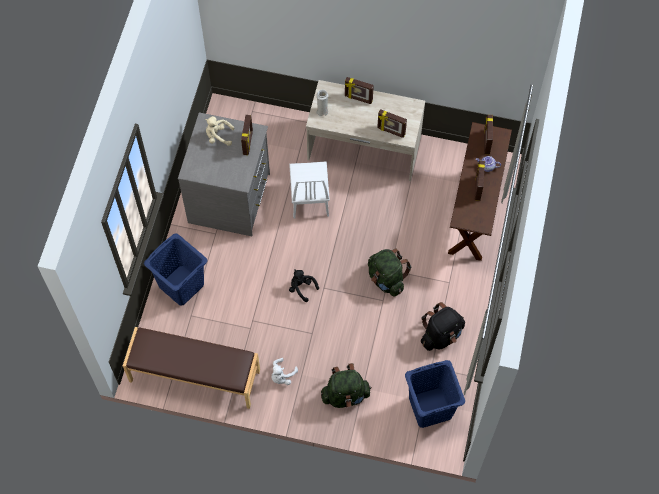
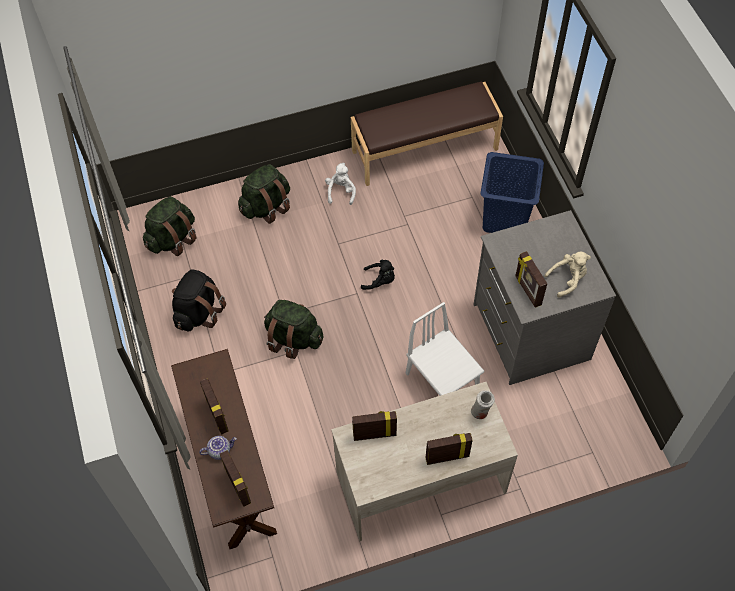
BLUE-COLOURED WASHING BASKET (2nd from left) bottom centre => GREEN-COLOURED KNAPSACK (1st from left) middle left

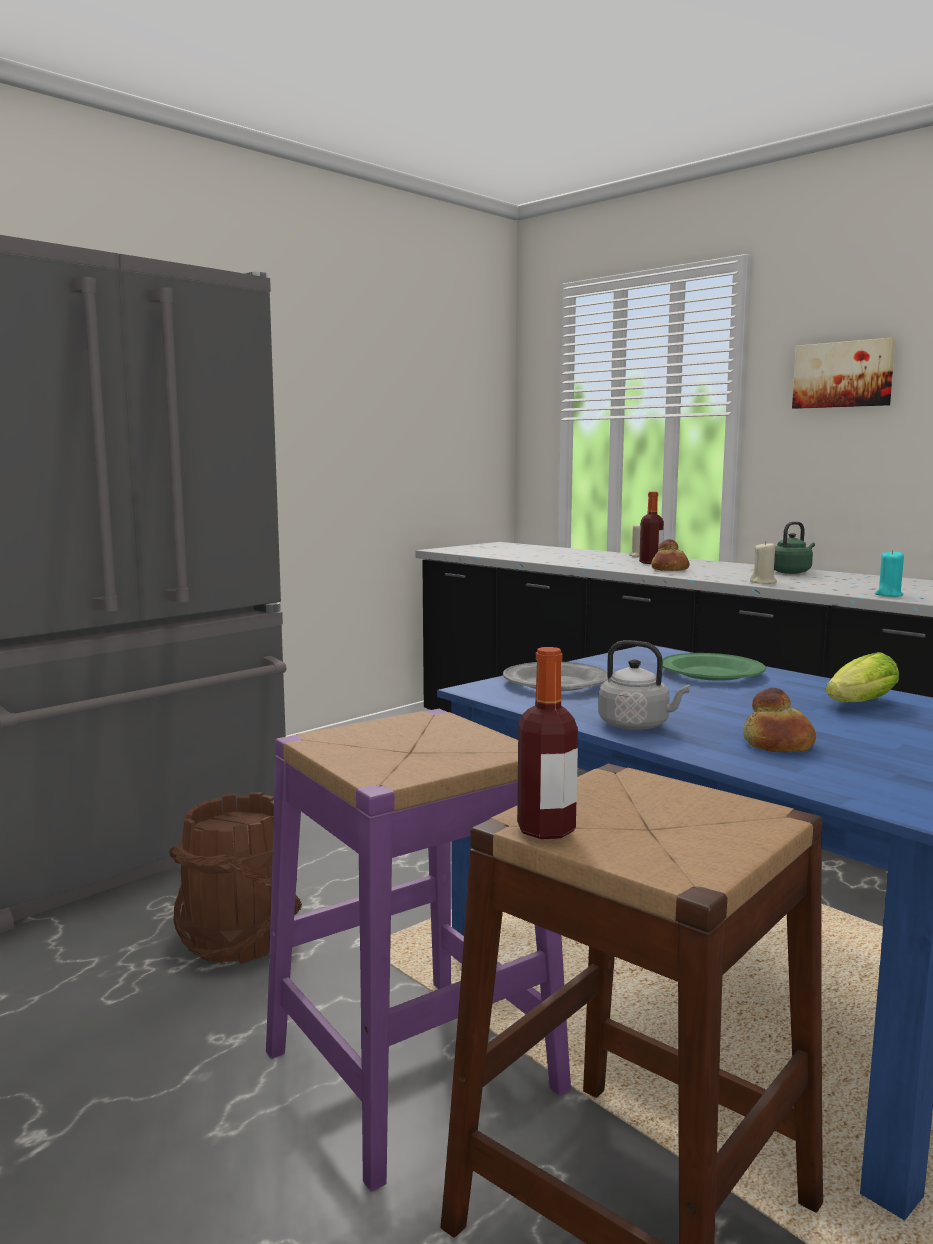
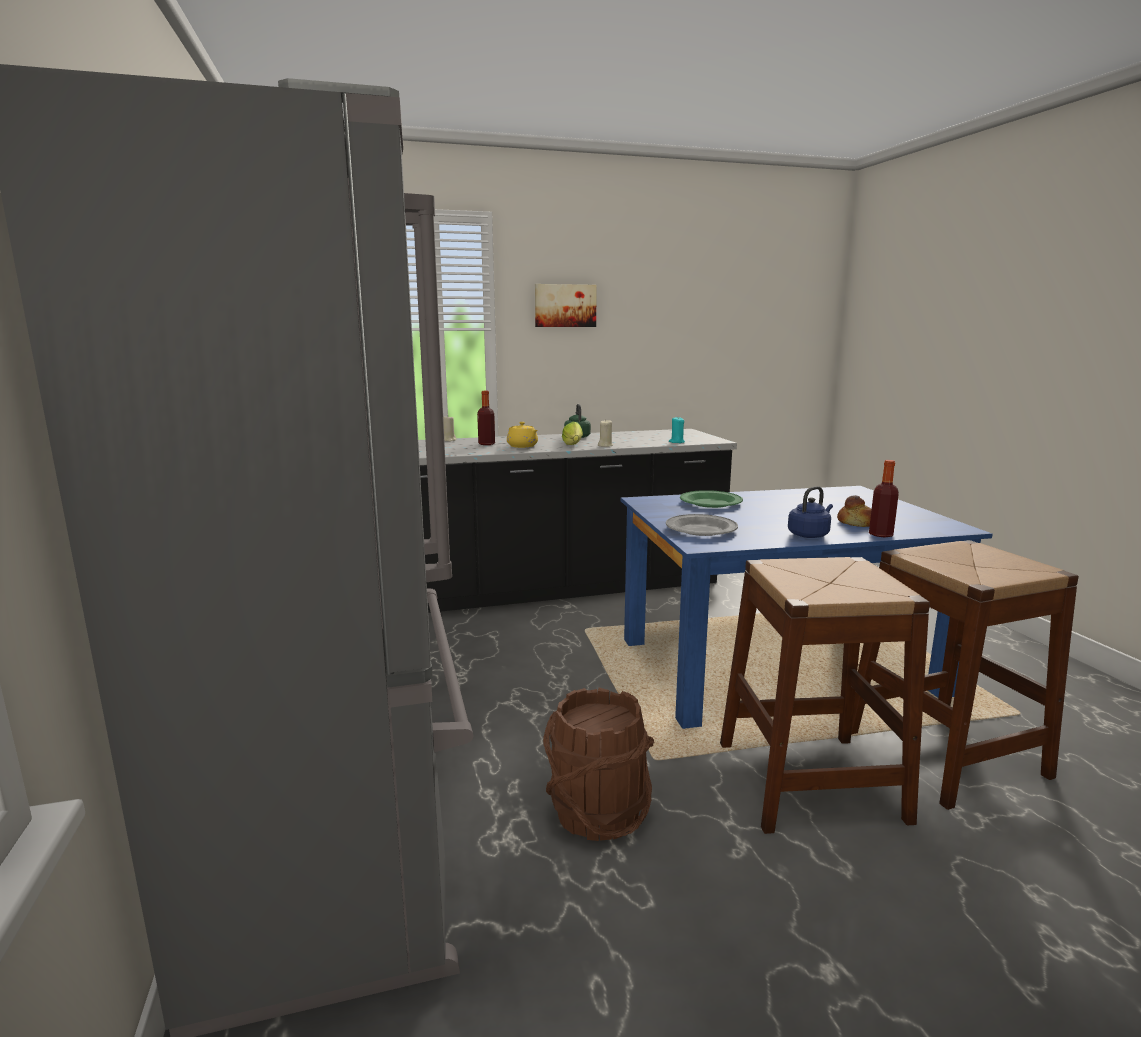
BREAD (1st from left) middle right => YELLOWISH POT FOR TEA centre
LETTUCE HEAD middle right => LETTUCE HEAD centre, moved
PURPLE STOOL bottom centre => BROWN STOOL (1st from left) bottom right
GREY WATER KETTLE middle right => BLUE-COLOURED WATER KETTLE middle right
BOTTLE (1st from left in the first image) centre => BOTTLE (2nd from left) middle right, moved

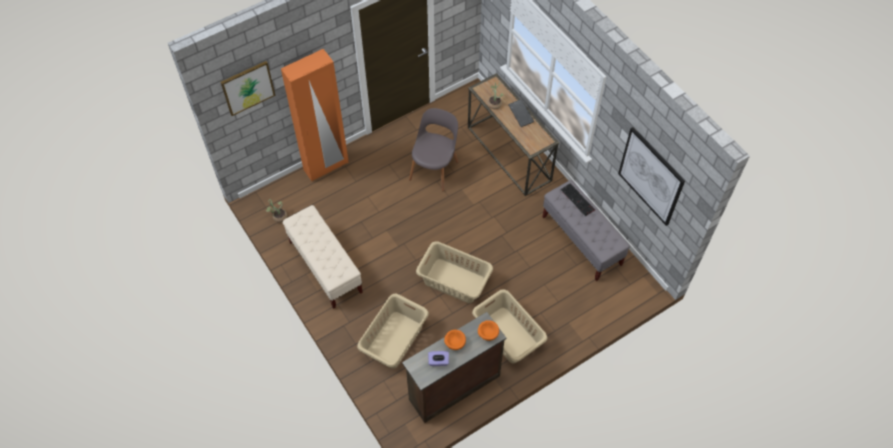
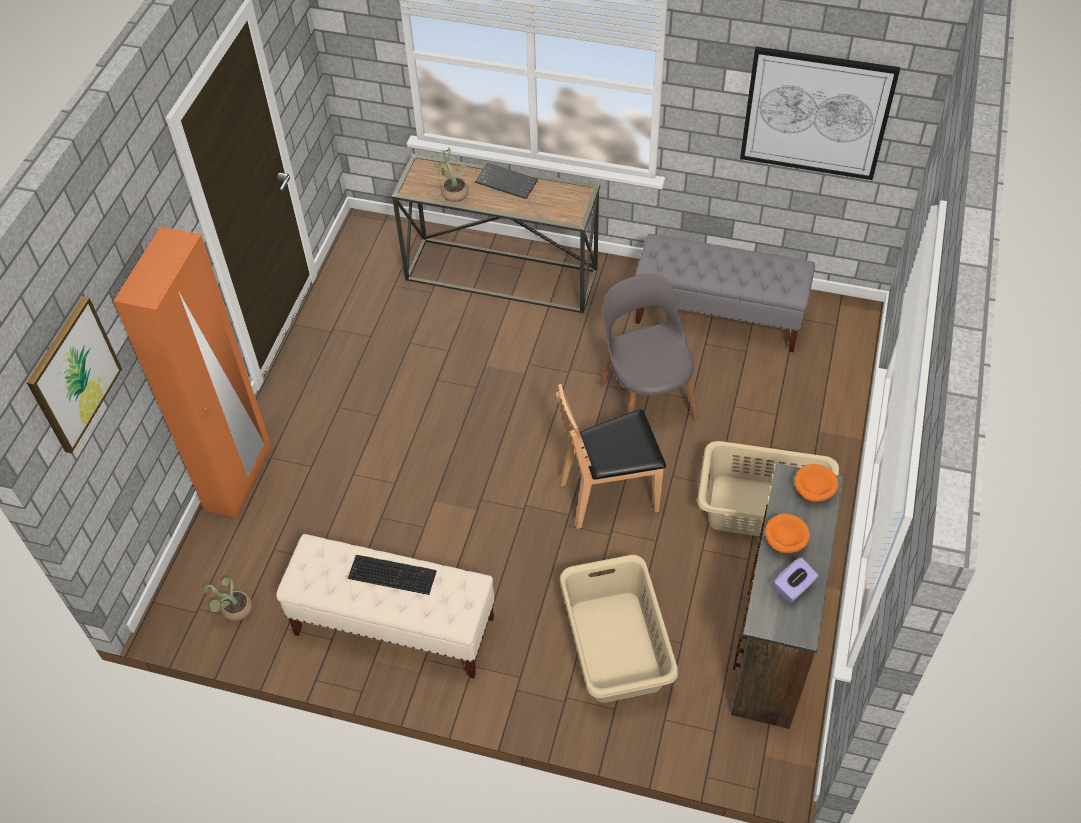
COMPUTER KEYBOARD (2nd from left in the first image) centre => COMPUTER KEYBOARD (1st from left) bottom centre, moved
SAND-COLOURED WASHING BASKET (2nd from left) centre => BROWN CHAIR centre
GREY CHAIR top centre => GREY CHAIR centre, moved

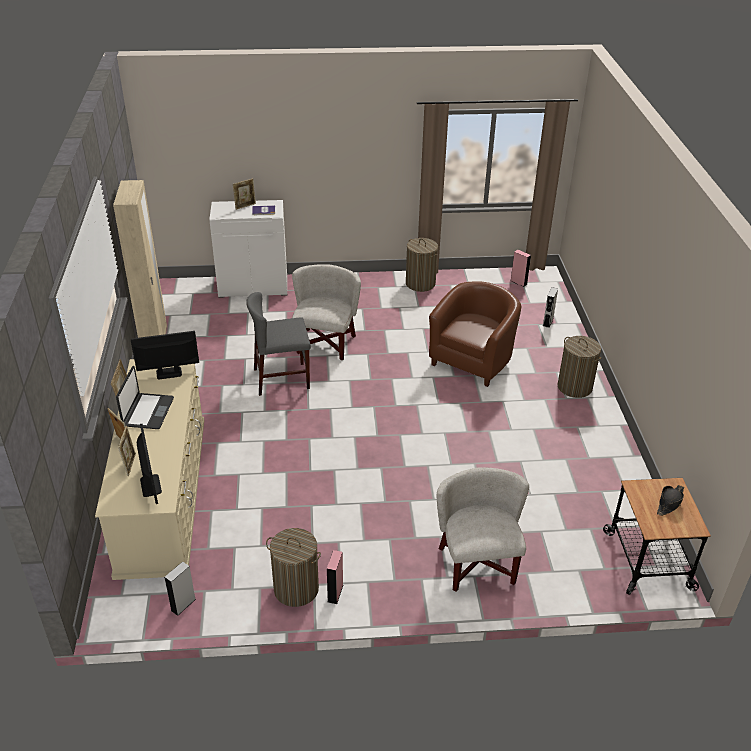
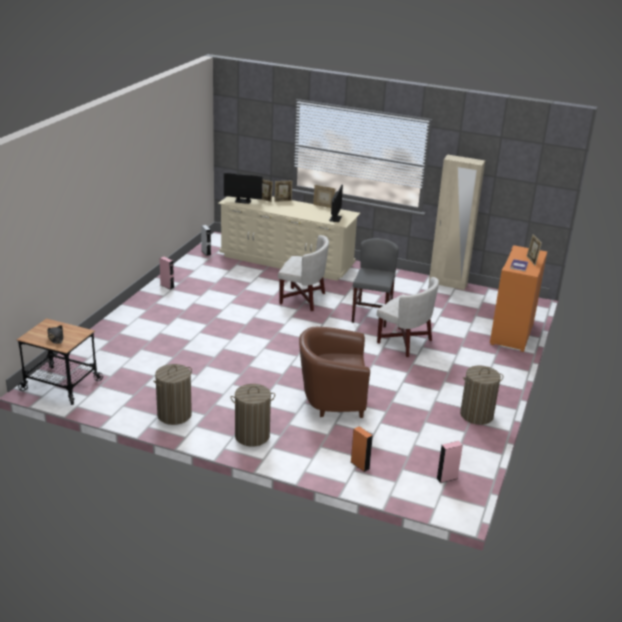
WASHING BASKET (1st from left) bottom centre => WASHING BASKET (1st from left) middle left, moved
WHITE ARMCHAIR (2nd from left in the first image) bottom centre => WHITE ARMCHAIR (1st from left) centre, moved
BROWN ARMCHAIR centre, 120 degrees clockwise
GREY SPEAKER (2nd from left) middle right => ORANGE SPEAKER bottom centre
WHITE CABINET top left => ORANGE CABINET middle right
PORTABLE COMPUTER middle left => nothing

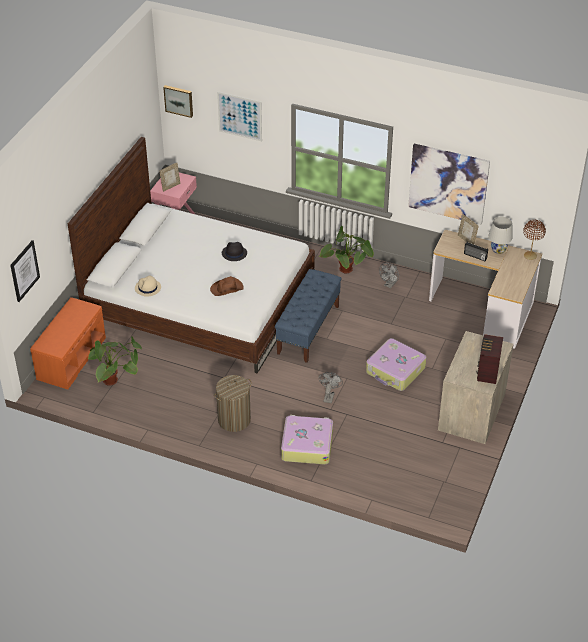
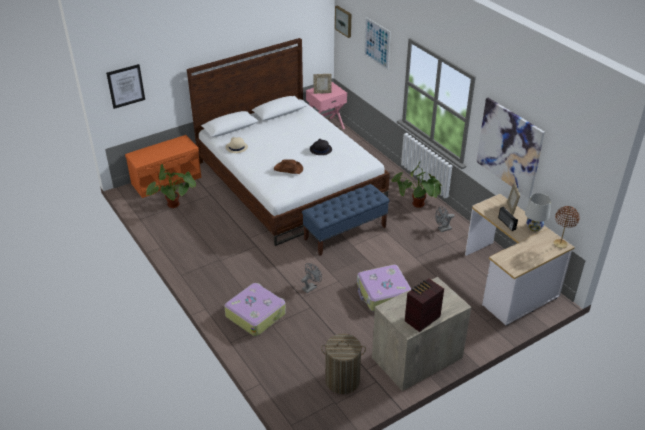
WASHING BASKET centre => WASHING BASKET bottom centre, moved

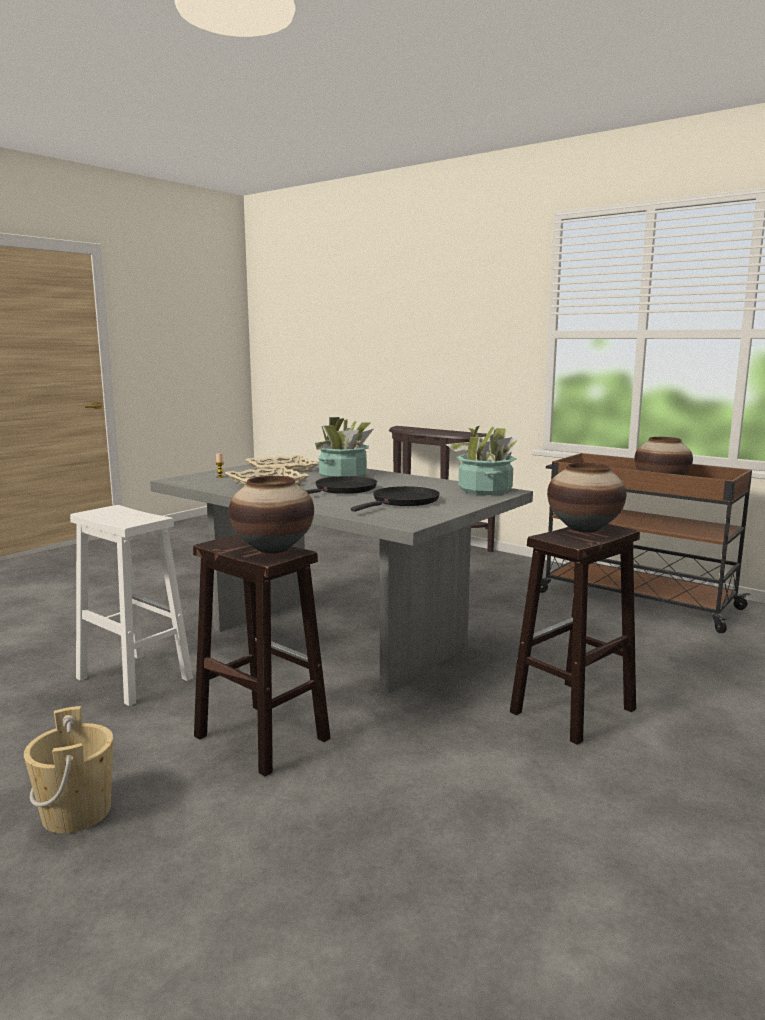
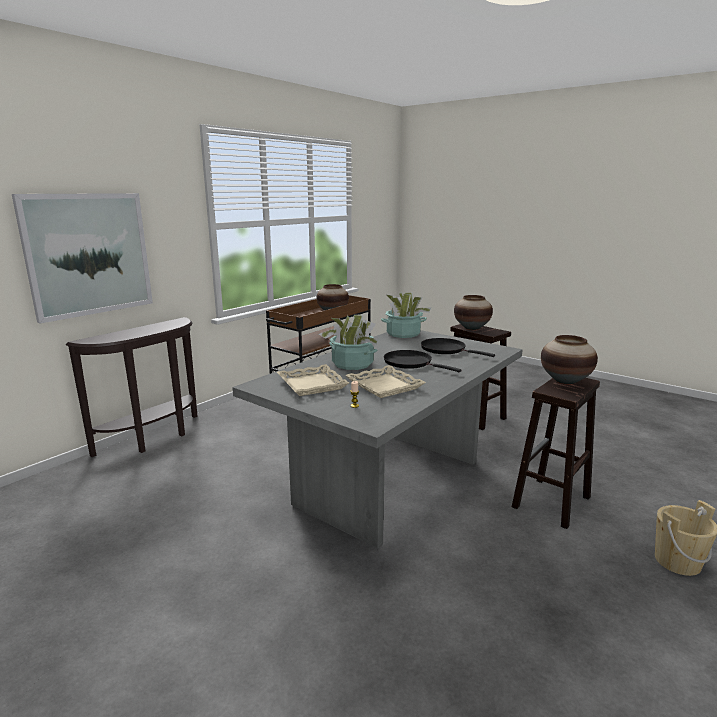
nothing => PICTURE middle left
WHITE STOOL middle left => nothing

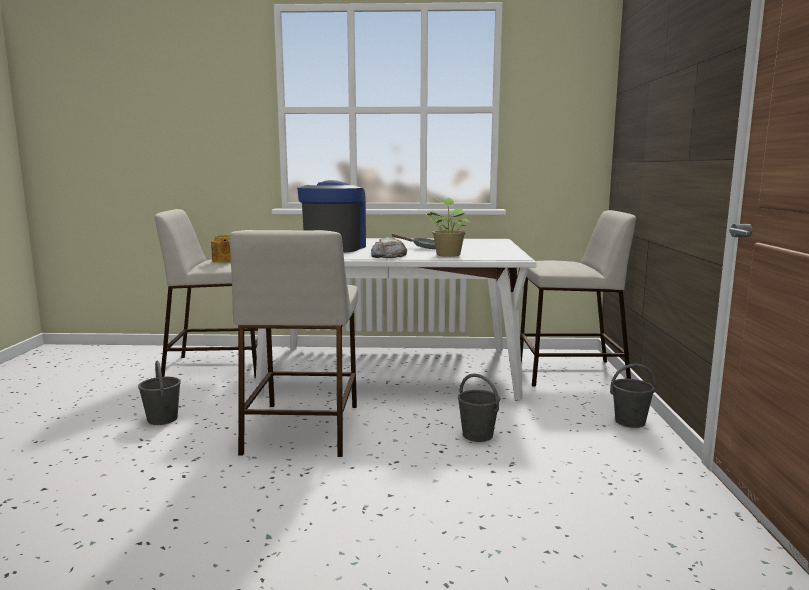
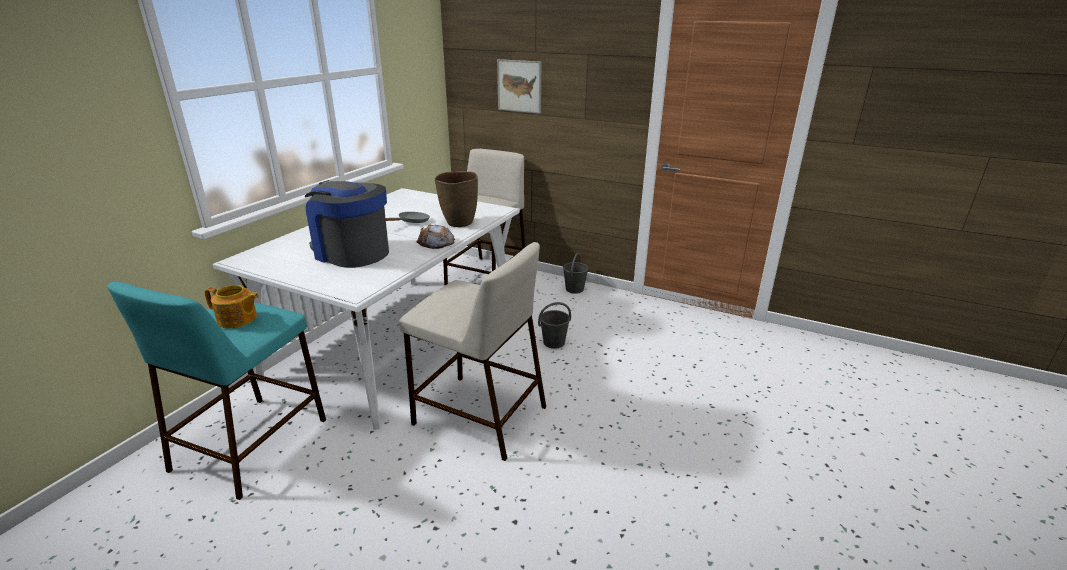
SAND-COLOURED STOOL (1st from left) middle left => TURQUOISE-COLOURED STOOL bottom left
POTTED PLANT centre => BROWN FLOWER VASE centre
nothing => PICTURE top centre
GREY BUCKET (1st from left) middle left => nothing

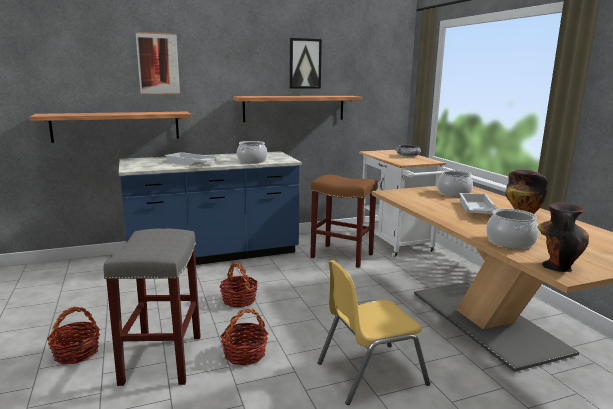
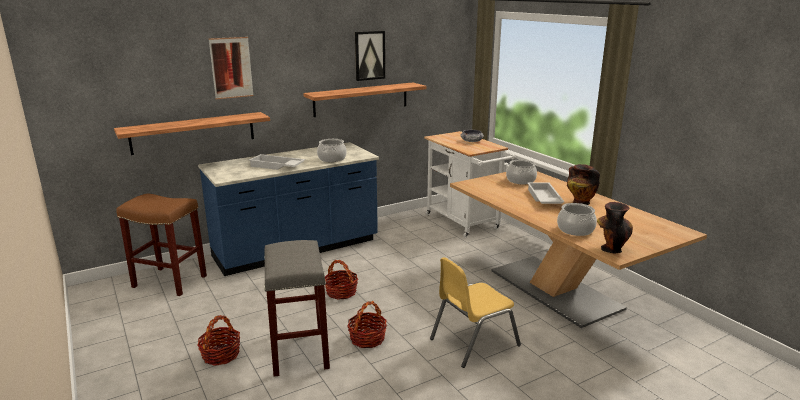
BROWN STOOL centre => BROWN STOOL middle left, moved

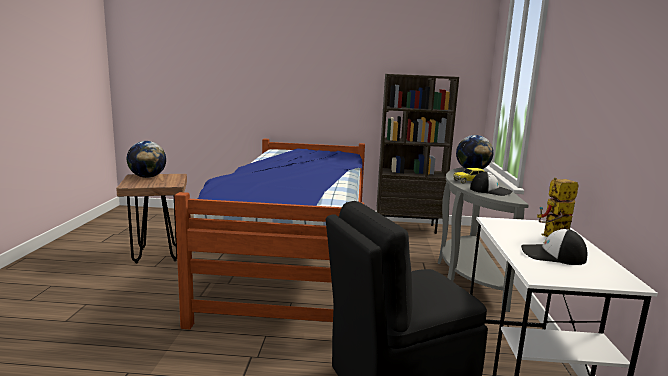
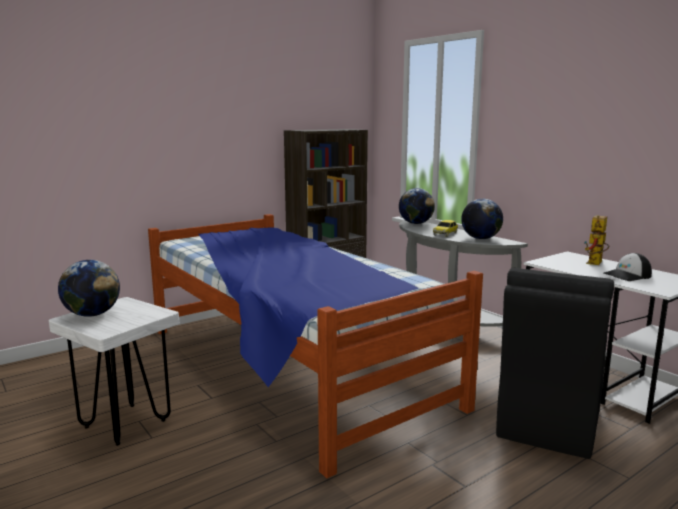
BROWN STOOL middle left => WHITE STOOL bottom left
CAP (1st from left) middle right => DESK GLOBE (3rd from left) middle right

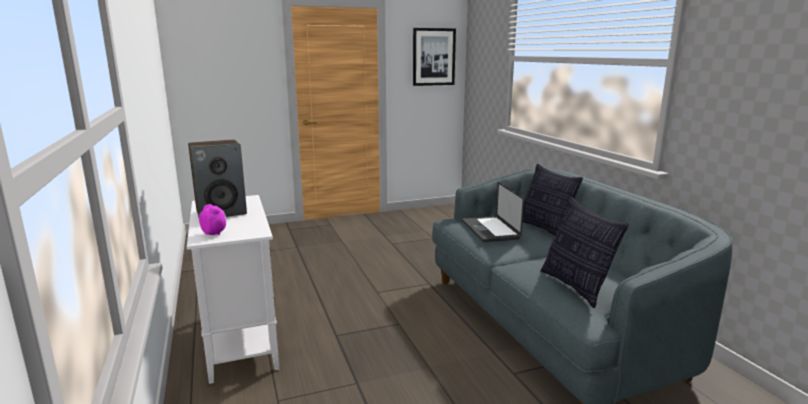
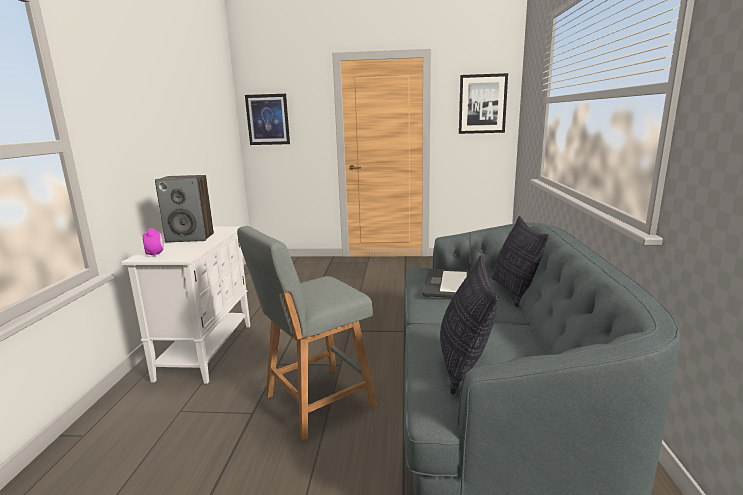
nothing => GREY STOOL bottom centre
nothing => PICTURE (1st from left) top centre

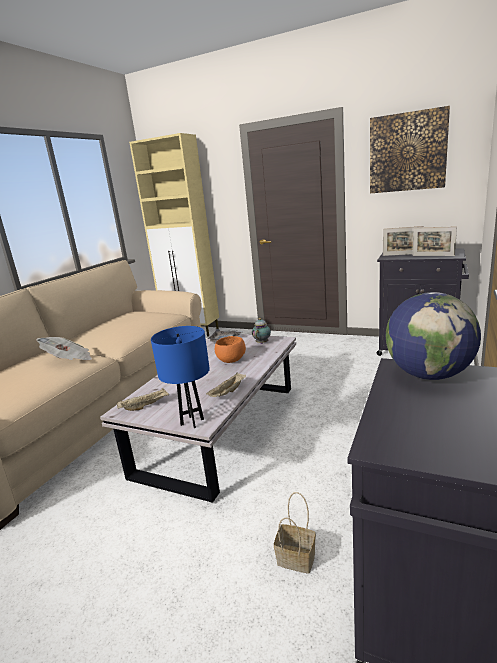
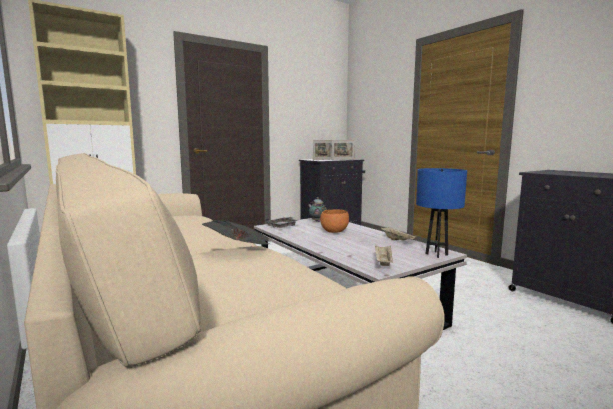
STORAGE BASKET bottom centre => nothing
PICTURE top right => nothing
DESK GLOBE middle right => nothing

